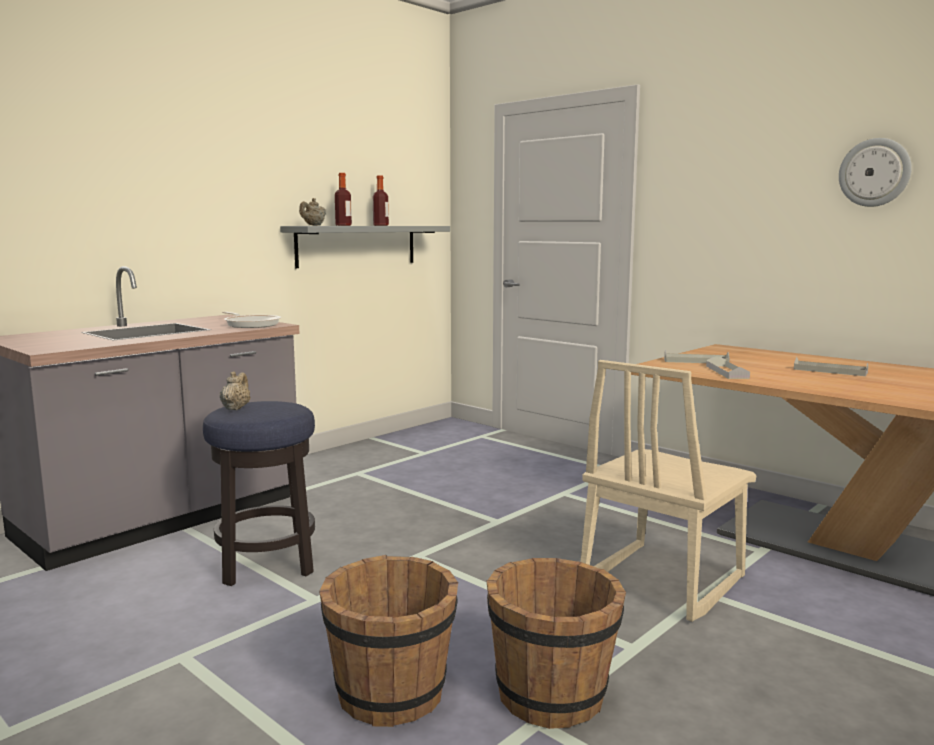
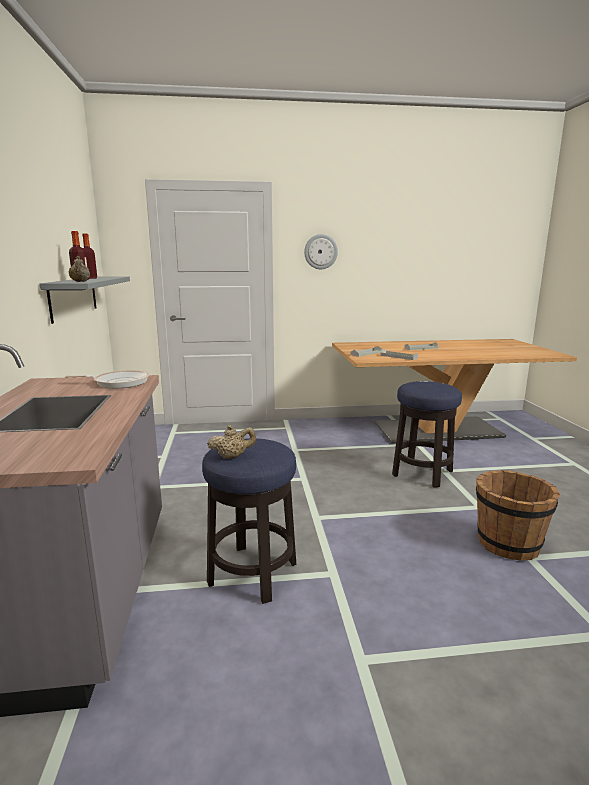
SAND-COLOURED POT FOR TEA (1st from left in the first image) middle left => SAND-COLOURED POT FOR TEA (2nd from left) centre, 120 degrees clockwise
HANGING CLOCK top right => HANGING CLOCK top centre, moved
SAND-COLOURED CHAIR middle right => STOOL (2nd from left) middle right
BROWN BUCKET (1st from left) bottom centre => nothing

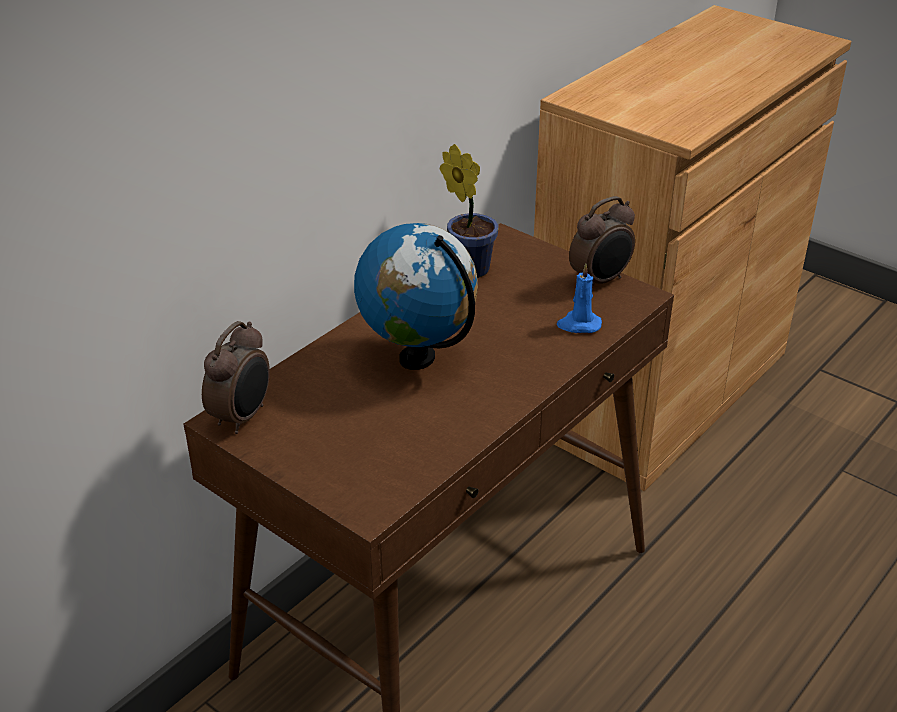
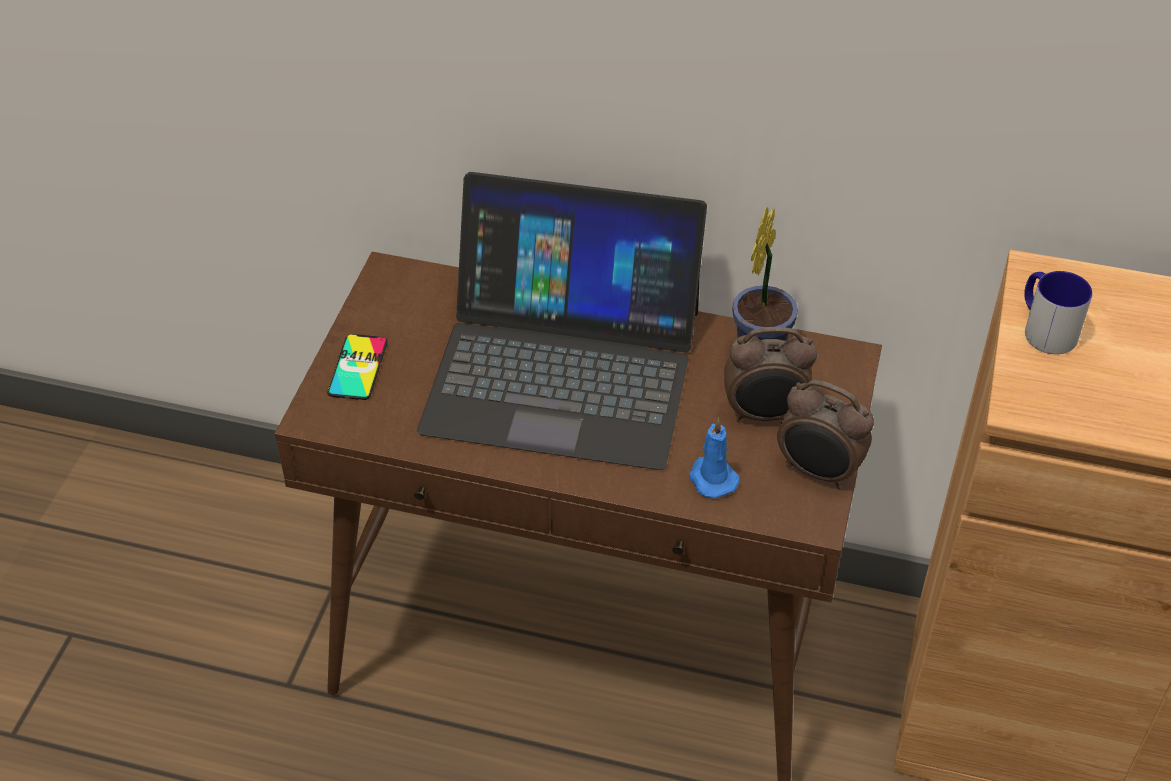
nothing => TELEPHONE middle left
DESK GLOBE centre => PORTABLE COMPUTER centre
ALARM CLOCK (1st from left) middle left => ALARM CLOCK (1st from left) centre, moved
nothing => COFFEE MUG middle right

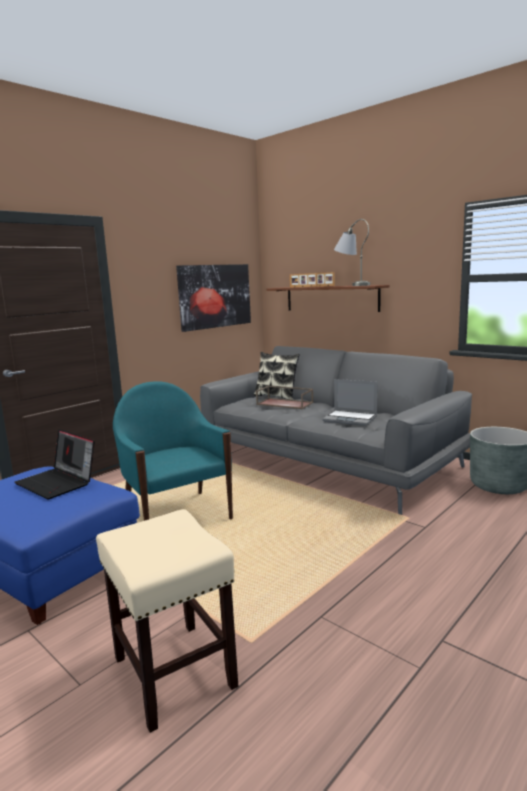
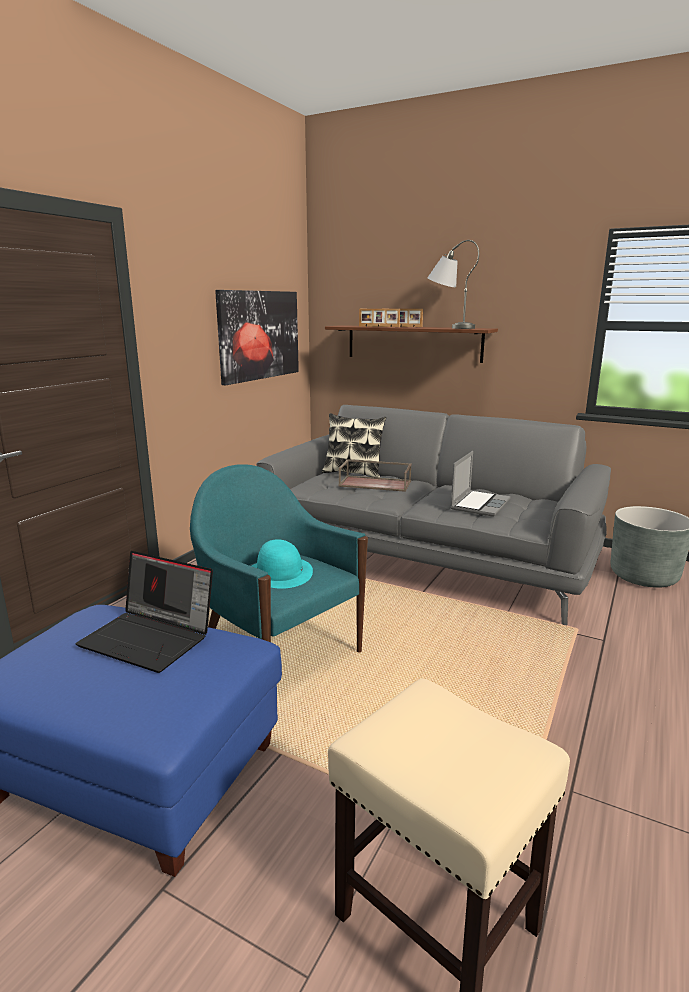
nothing => TURQUOISE-COLOURED CLOTHING HAT centre
PORTABLE COMPUTER (2nd from left) centre => PORTABLE COMPUTER (2nd from left) middle right, 75 degrees counterclockwise

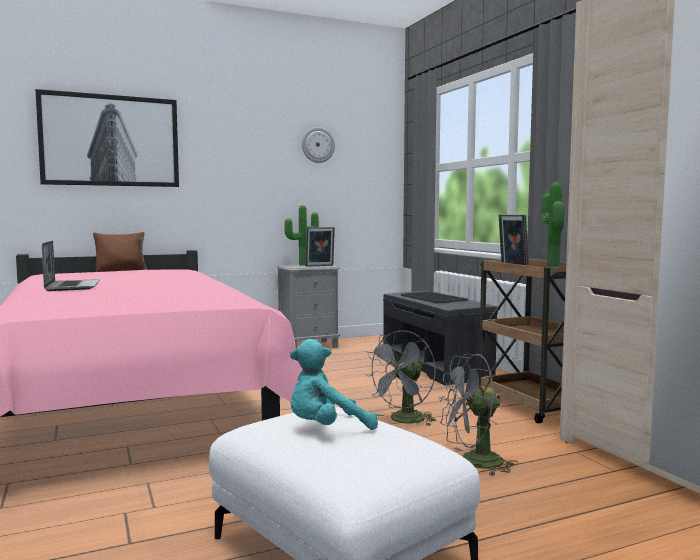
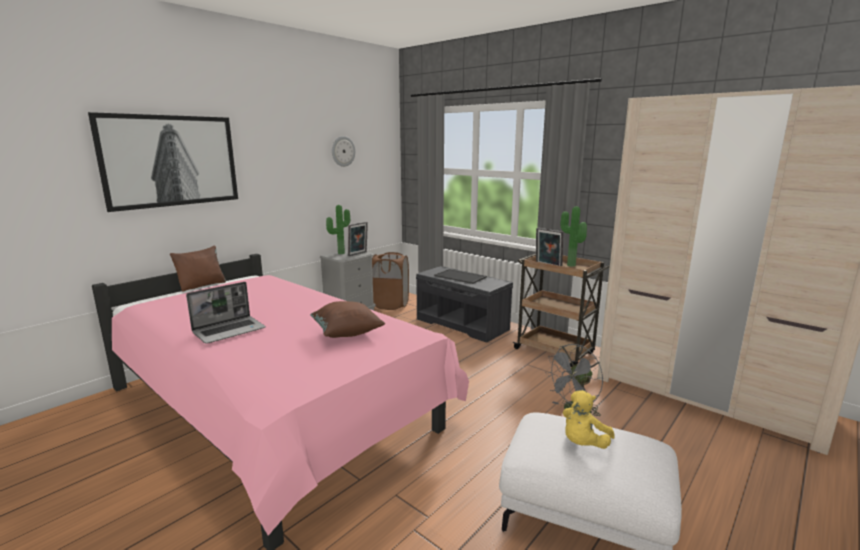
PORTABLE COMPUTER middle left, 90 degrees clockwise
nothing => BROWN PILLOW (2nd from left) centre
nothing => BROWN WASHING BASKET centre
TURQUOISE-COLOURED PLUSH TOY bottom centre => YELLOWISH PLUSH TOY bottom right
GREY COOLING FAN (1st from left) bottom centre => nothing

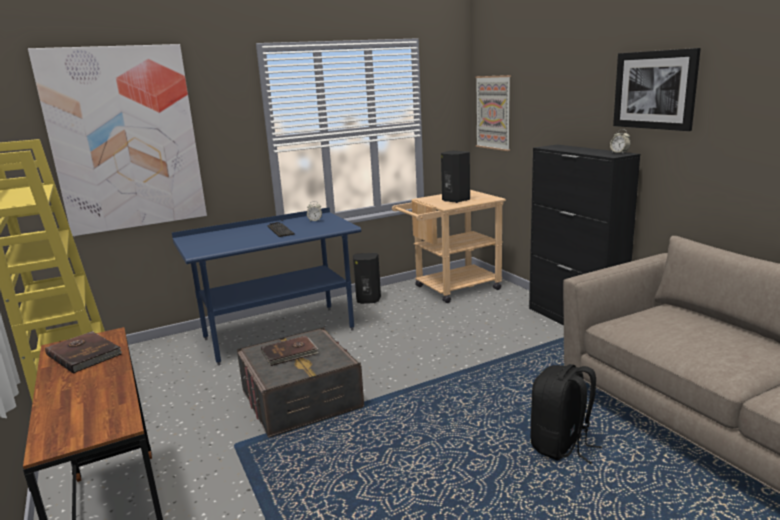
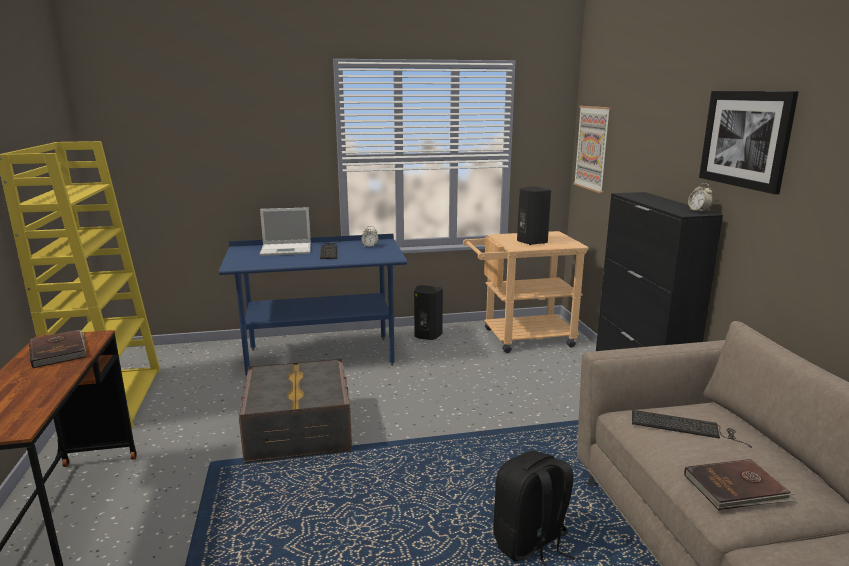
nothing => PORTABLE COMPUTER centre
nothing => COMPUTER KEYBOARD (2nd from left) bottom right
BROWN BOUND BOOK (2nd from left) bottom centre => BROWN BOUND BOOK (2nd from left) bottom right, moved
PICTURE (1st from left) top left => nothing

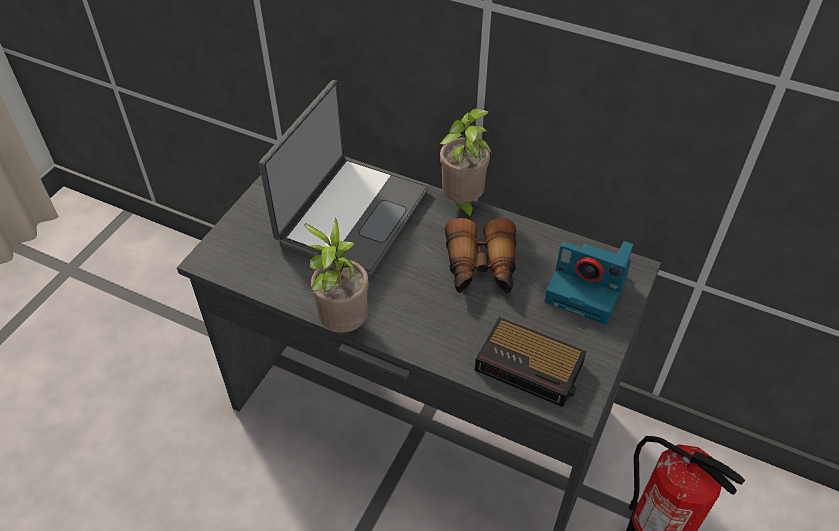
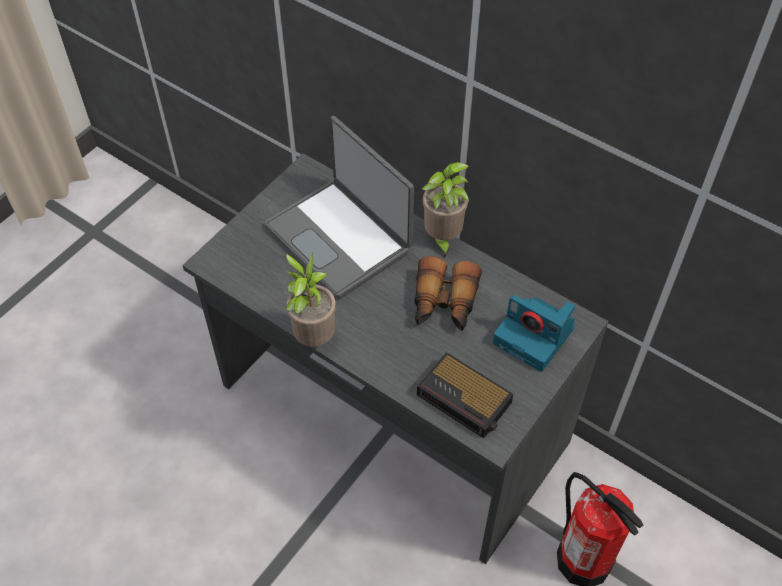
PORTABLE COMPUTER centre, 105 degrees clockwise

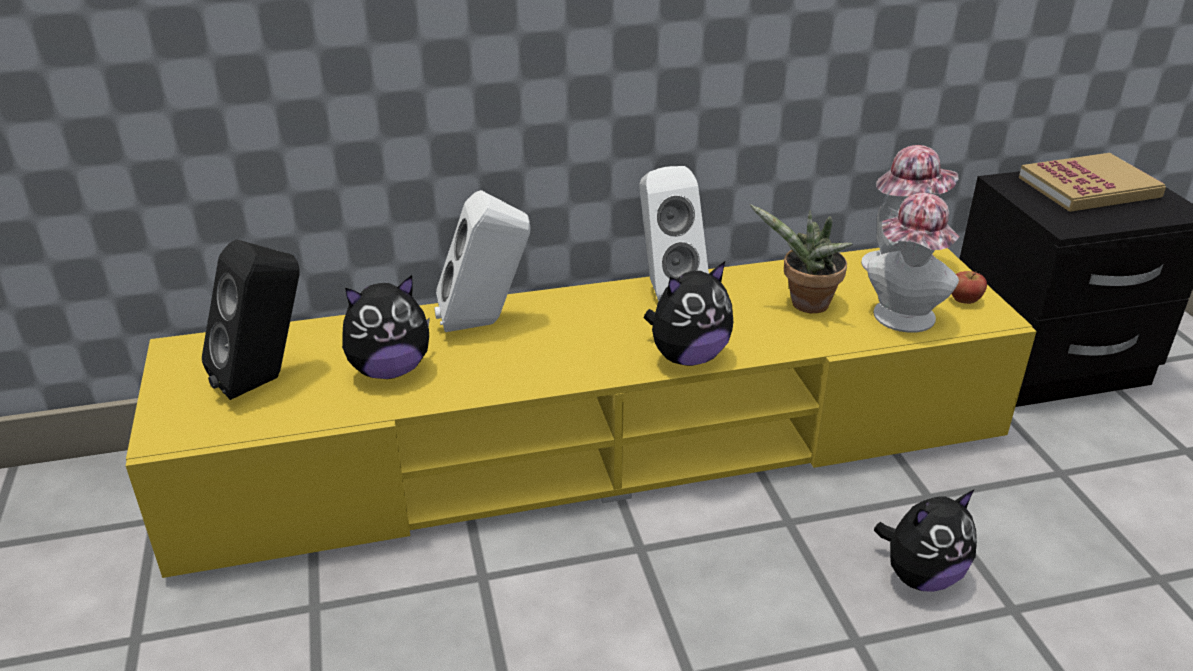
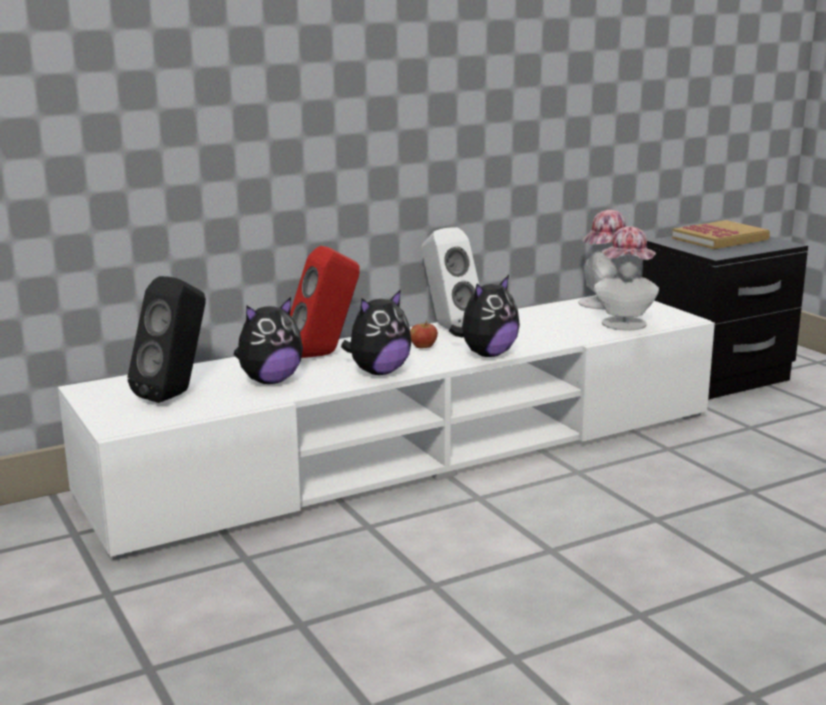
YELLOWISH MEDIA CONSOLE centre => WHITE MEDIA CONSOLE centre
WHITE SPEAKER (1st from left) centre => RED SPEAKER centre
PLUSH TOY (3rd from left in the first image) bottom right => PLUSH TOY (2nd from left) centre, moved
APPLE FRUIT middle right => APPLE FRUIT centre, moved
POTTED PLANT middle right => nothing

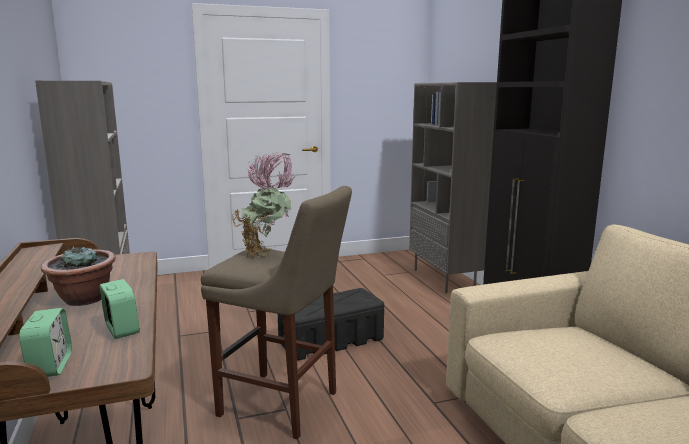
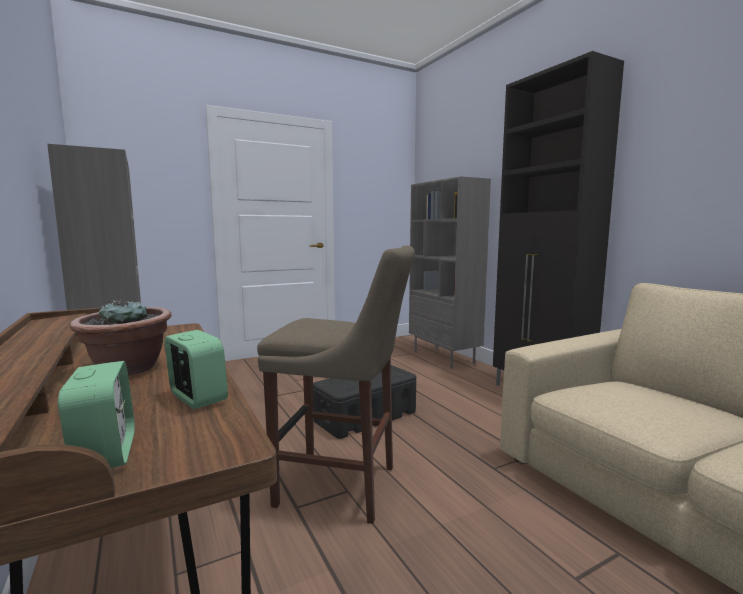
POTTED PLANT (2nd from left) centre => nothing

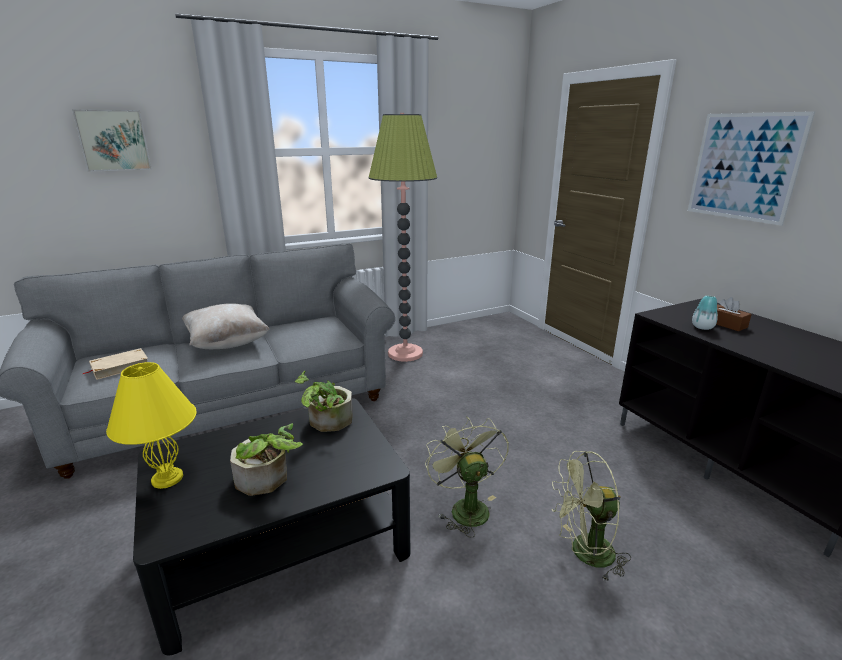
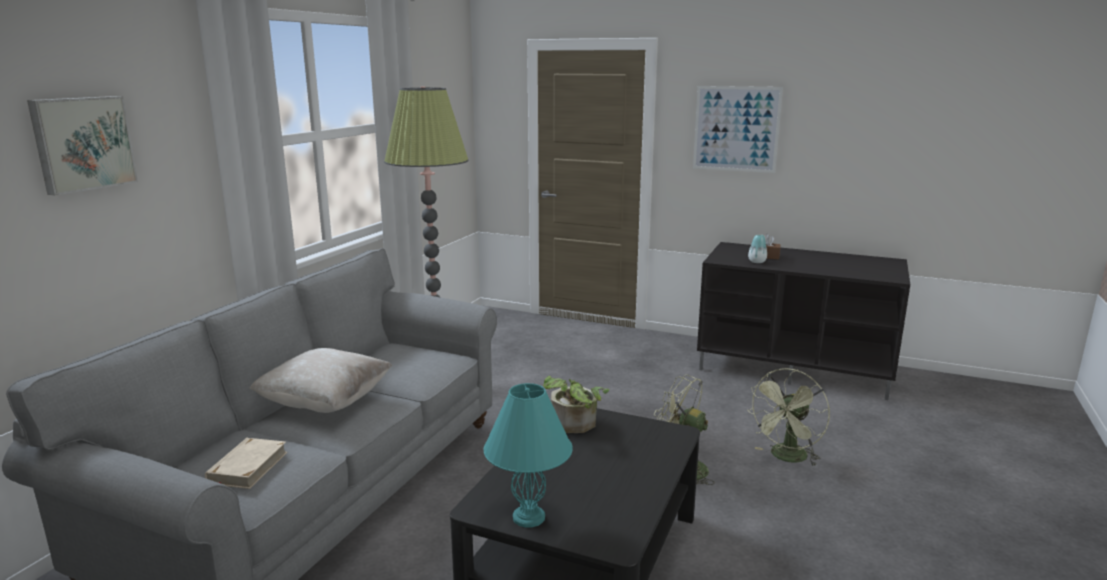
YELLOWISH LAMP FOR A TABLE middle left => TURQUOISE-COLOURED LAMP FOR A TABLE bottom centre
POTTED PLANT (1st from left) bottom left => nothing

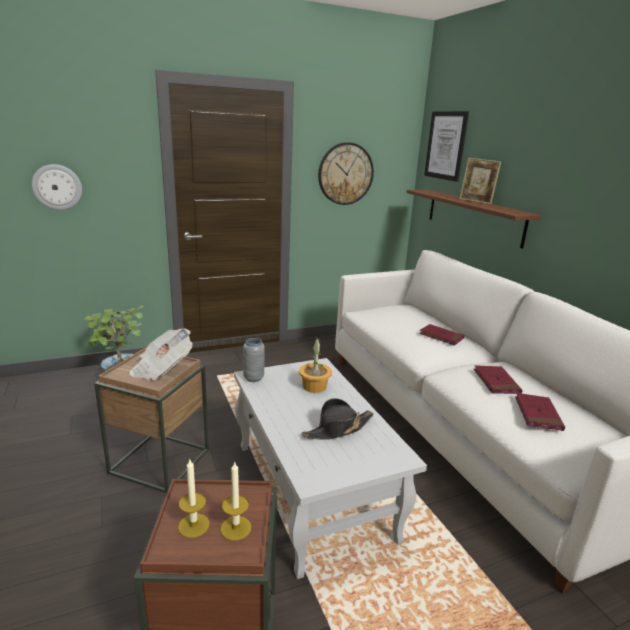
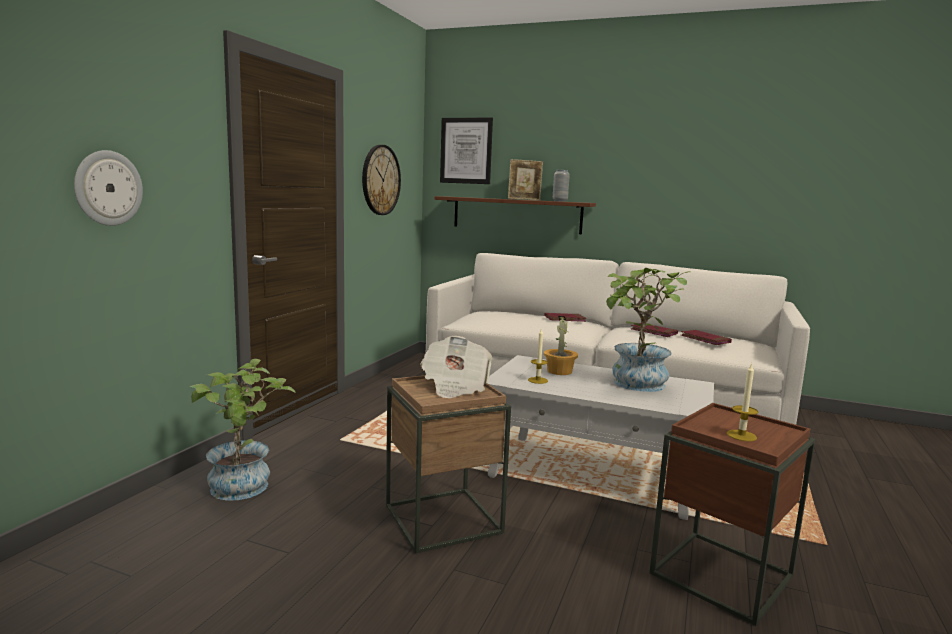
WAX CANDLE (2nd from left in the first image) bottom centre => WAX CANDLE (1st from left) centre, moved
GREY FLOWER VASE centre => GREY FLOWER VASE top centre, moved
BLACKISH CLOTHING HAT centre => POTTED PLANT (3rd from left) middle right

